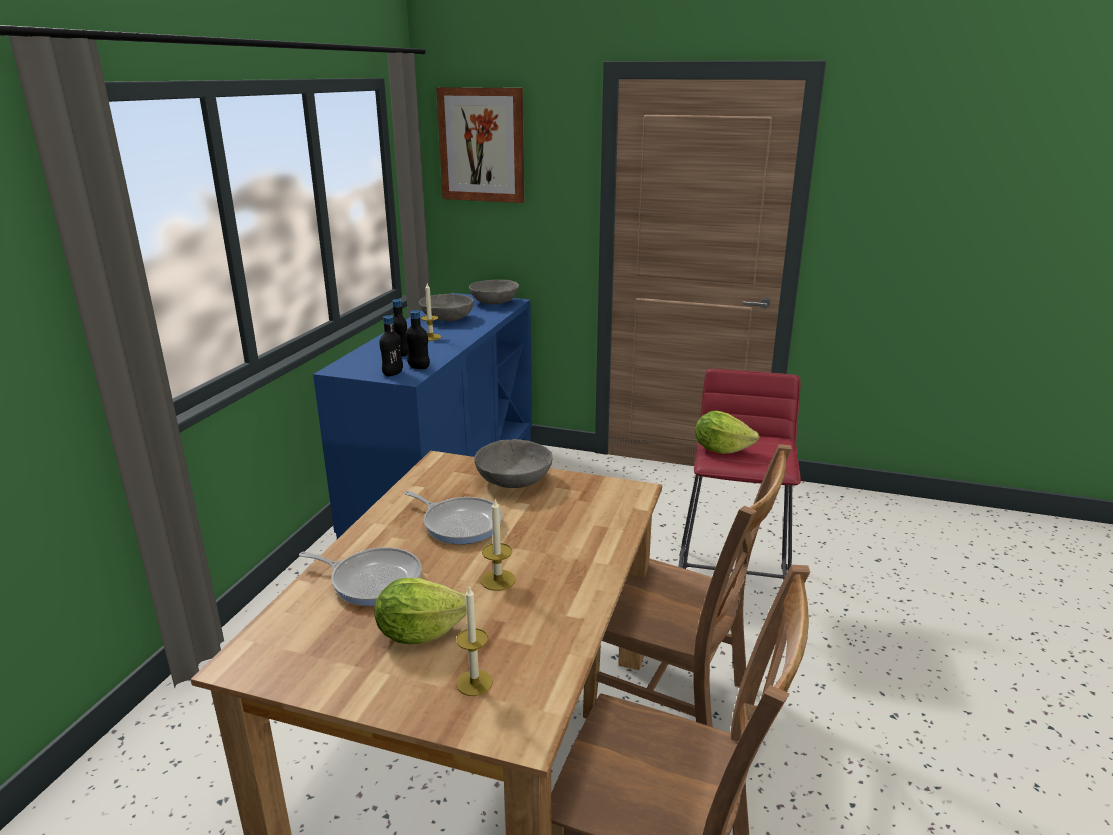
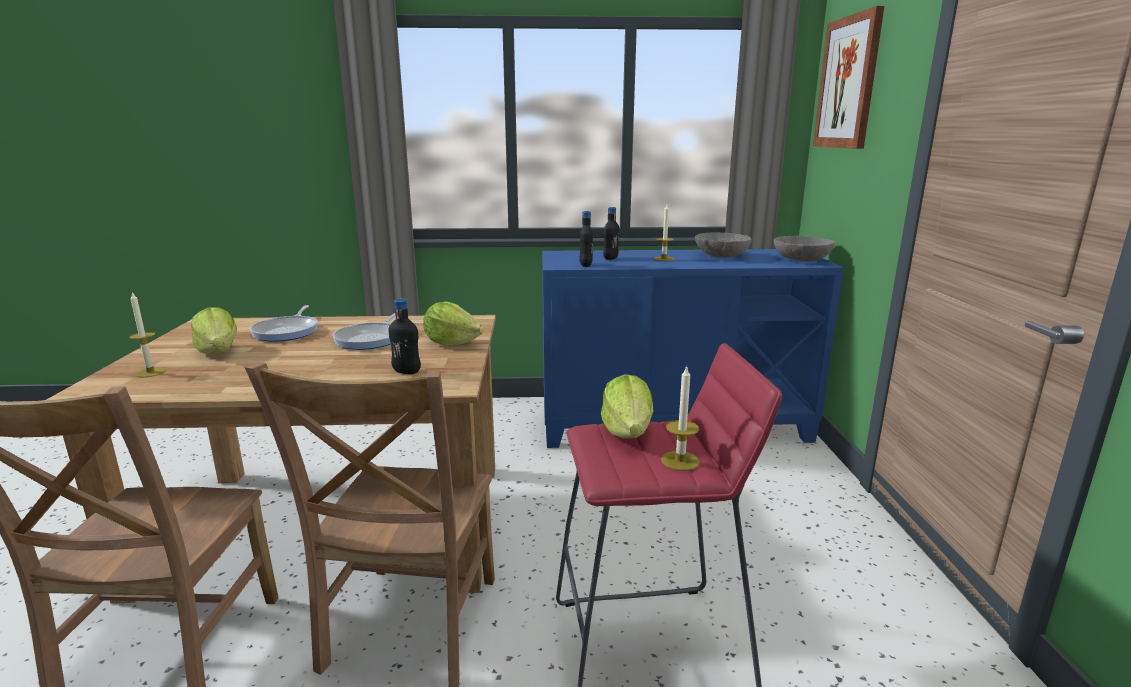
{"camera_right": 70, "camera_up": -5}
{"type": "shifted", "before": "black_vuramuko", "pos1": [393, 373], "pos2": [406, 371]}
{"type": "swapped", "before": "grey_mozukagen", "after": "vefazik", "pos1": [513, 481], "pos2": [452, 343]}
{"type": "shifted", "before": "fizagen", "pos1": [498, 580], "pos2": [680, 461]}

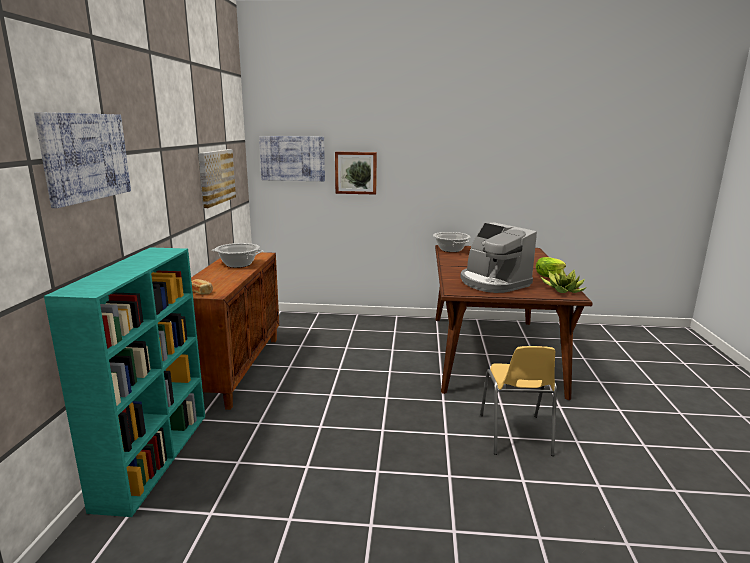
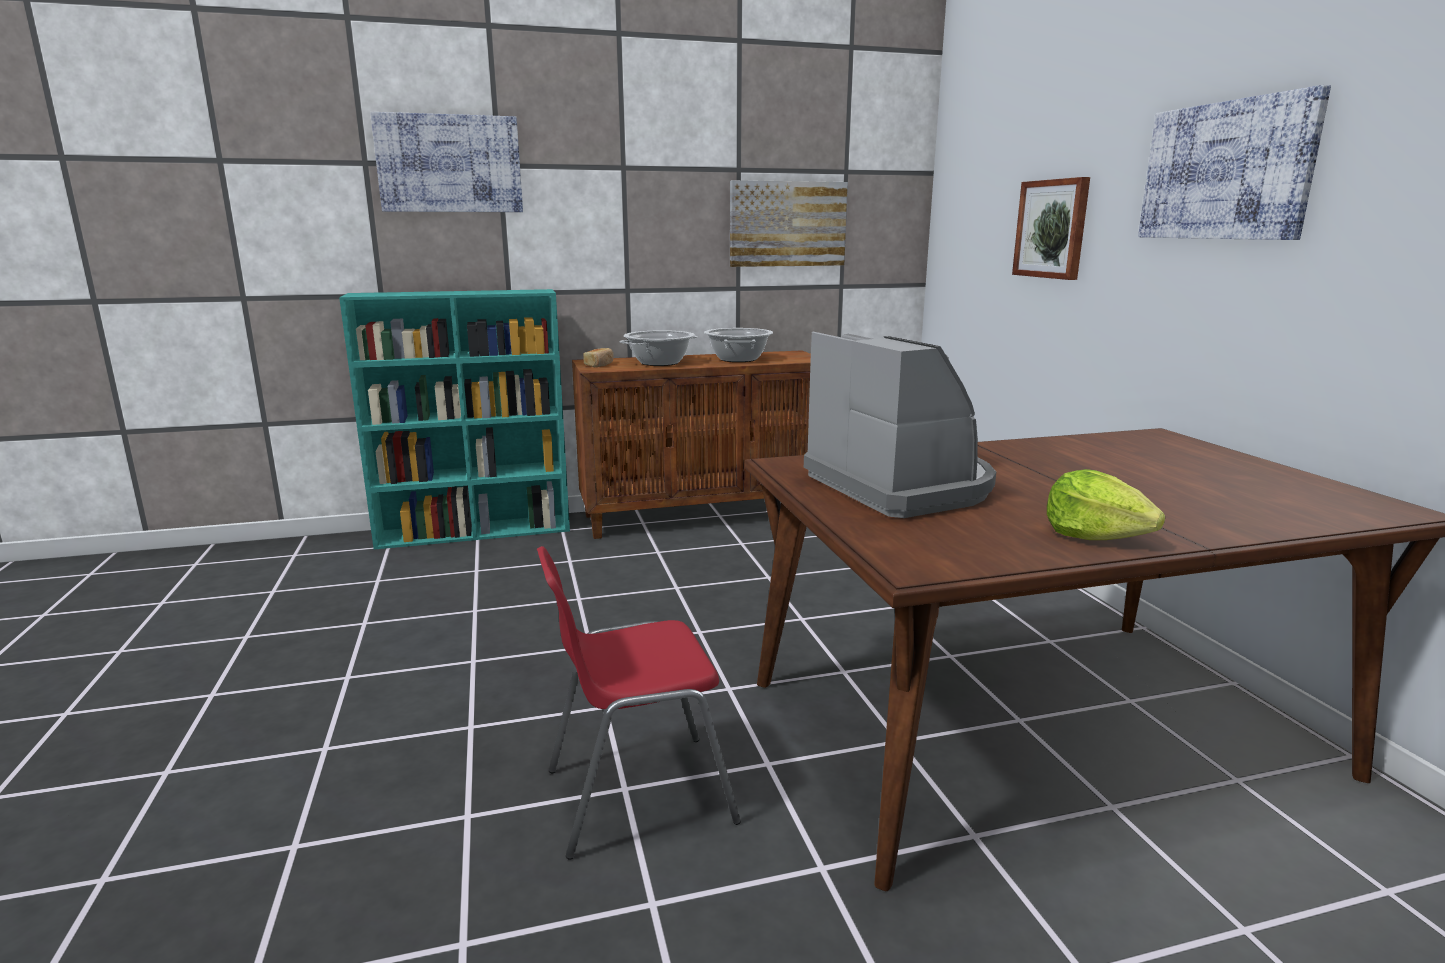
{"camera_right": 70, "camera_up": 0}
{"type": "shifted", "before": "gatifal", "pos1": [292, 158], "pos2": [1226, 171]}
{"type": "rotated", "before": "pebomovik", "pos1": [493, 283], "pos2": [901, 485], "turn": 120}
{"type": "shifted", "before": "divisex", "pos1": [451, 250], "pos2": [659, 363]}
{"type": "gone", "before": "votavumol", "pos1": [563, 290]}
{"type": "repainted", "before": "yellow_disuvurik", "after": "red_disuvurik", "pos1": [515, 435], "pos2": [637, 794]}

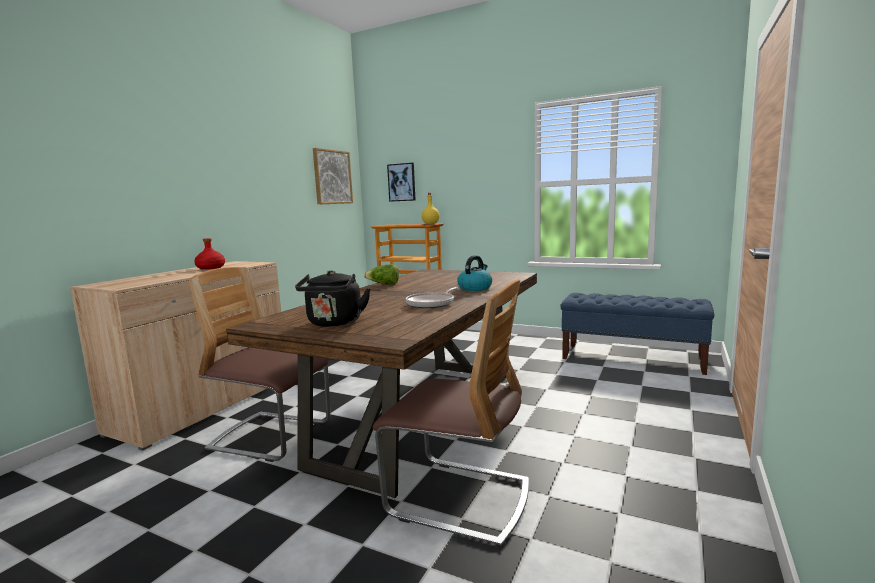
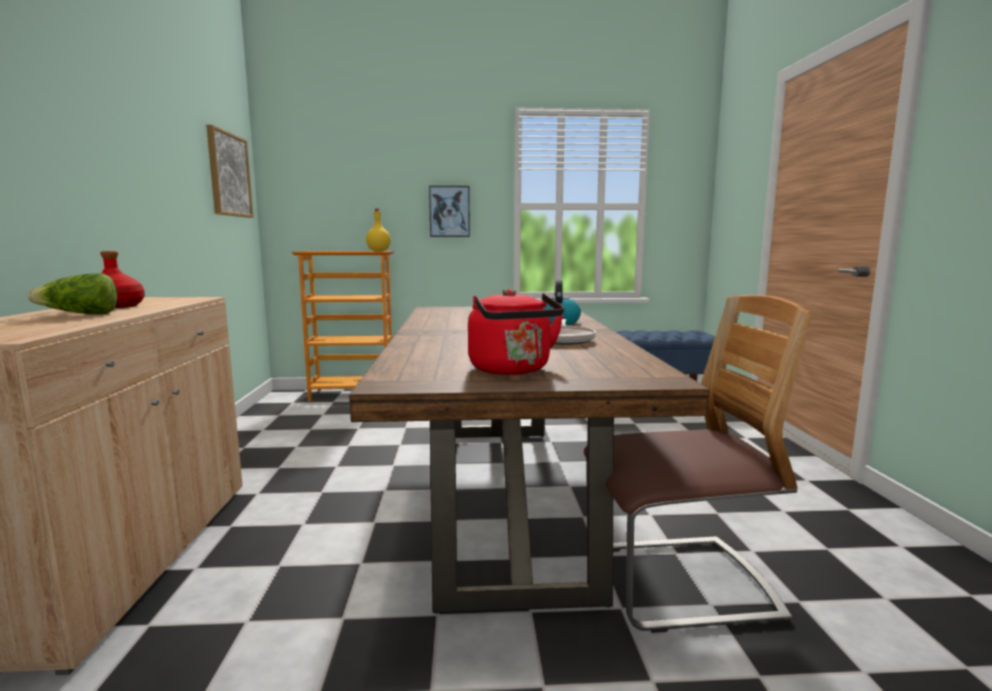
{"camera_right": -30, "camera_up": 0}
{"type": "shifted", "before": "gatifal", "pos1": [402, 182], "pos2": [449, 211]}
{"type": "shifted", "before": "vefazik", "pos1": [383, 284], "pos2": [81, 315]}
{"type": "gone", "before": "disuvurik", "pos1": [271, 436]}
{"type": "repainted", "before": "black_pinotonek", "after": "red_pinotonek", "pos1": [334, 323], "pos2": [512, 370]}

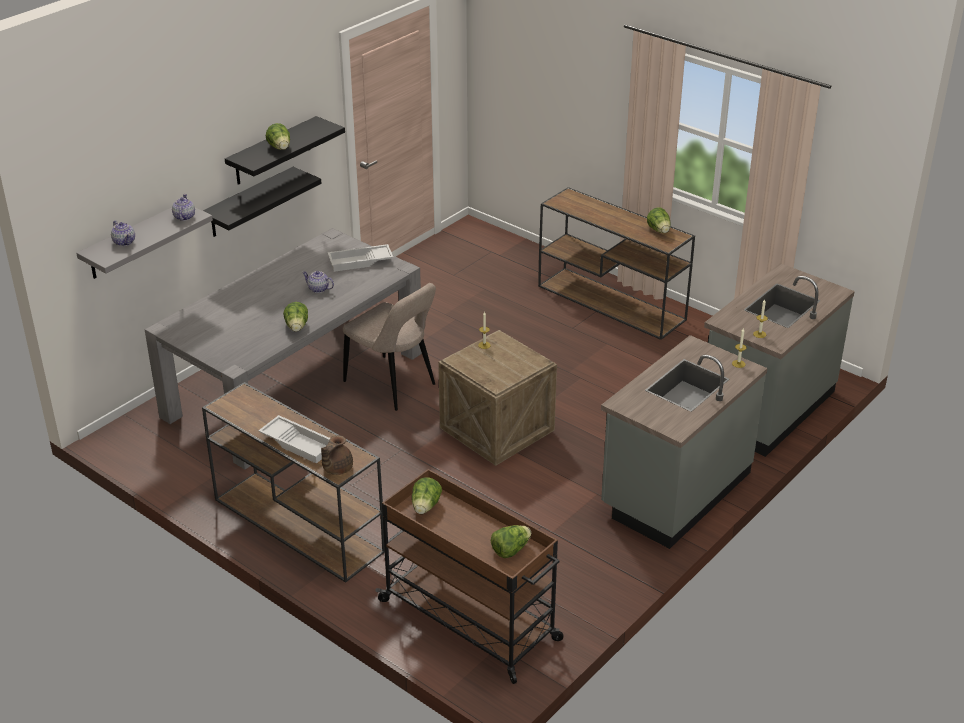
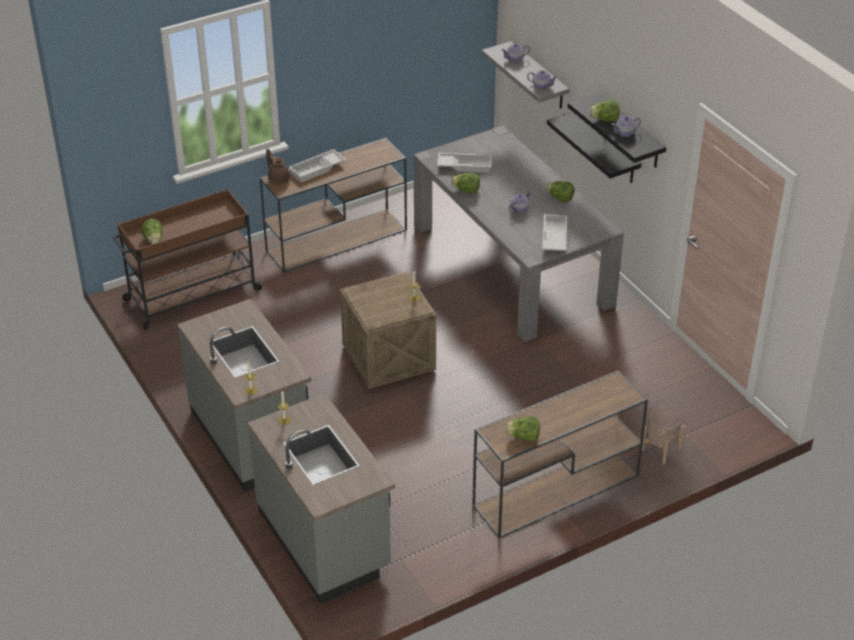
{"camera_right": 110, "camera_up": 5}
{"type": "gone", "before": "beige_disuvurik", "pos1": [393, 385]}
{"type": "shifted", "before": "vefazik", "pos1": [425, 507], "pos2": [560, 198]}
{"type": "new", "after": "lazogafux", "pos2": [625, 133]}
{"type": "new", "after": "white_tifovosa", "pos2": [465, 165]}
{"type": "new", "after": "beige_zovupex", "pos2": [661, 449]}

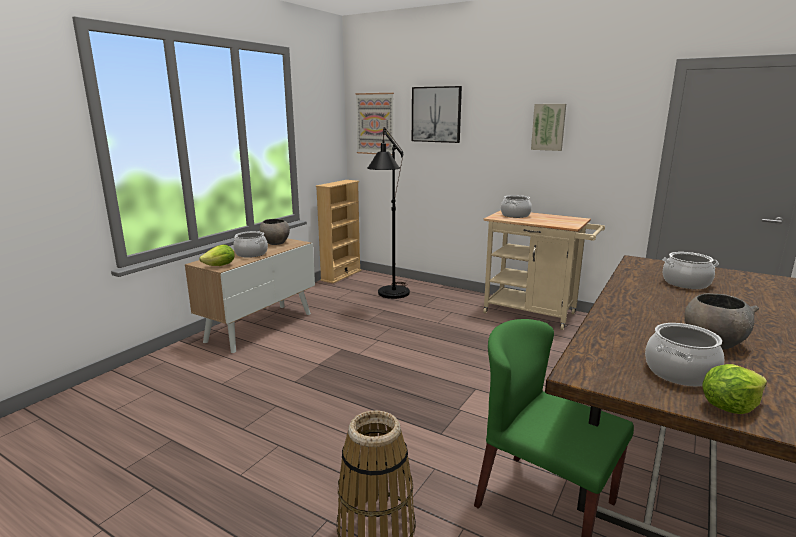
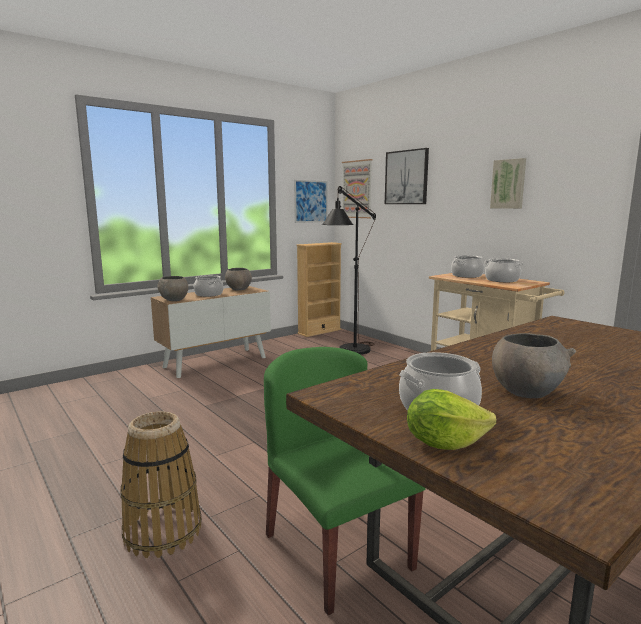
{"camera_right": 20, "camera_up": -5}
{"type": "swapped", "before": "vefazik", "after": "grey_mozukagen", "pos1": [220, 266], "pos2": [174, 300]}
{"type": "shifted", "before": "divisex", "pos1": [686, 283], "pos2": [502, 280]}
{"type": "new", "after": "gatifal", "pos2": [311, 201]}

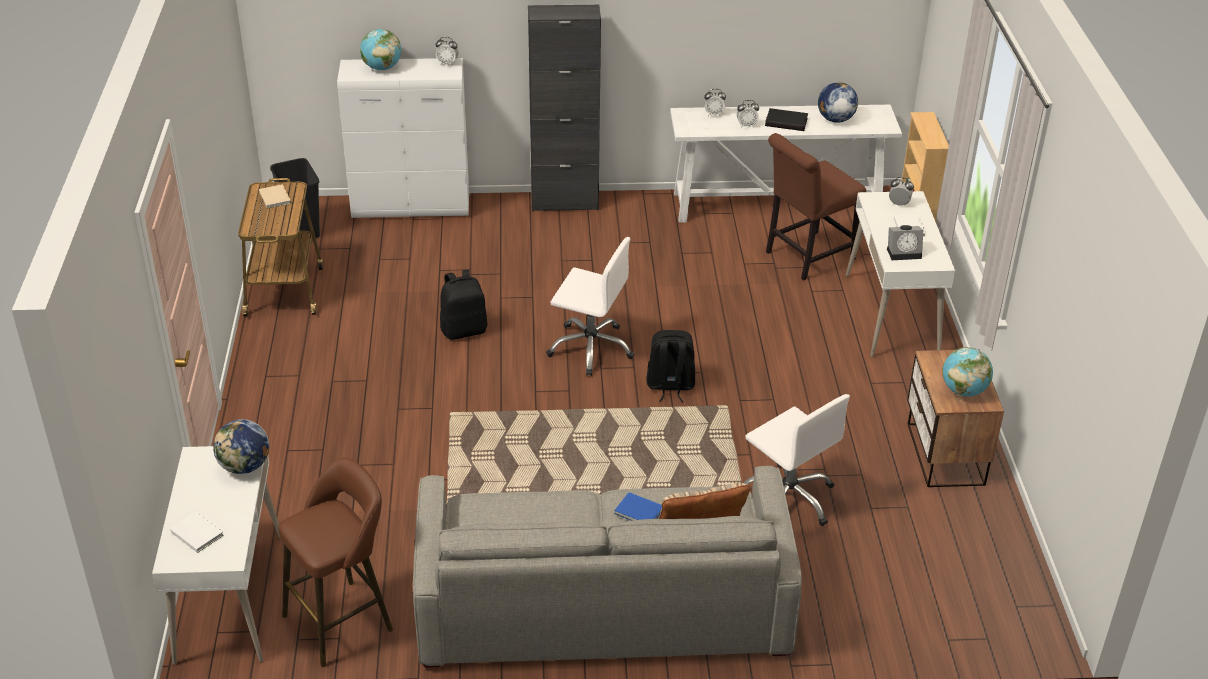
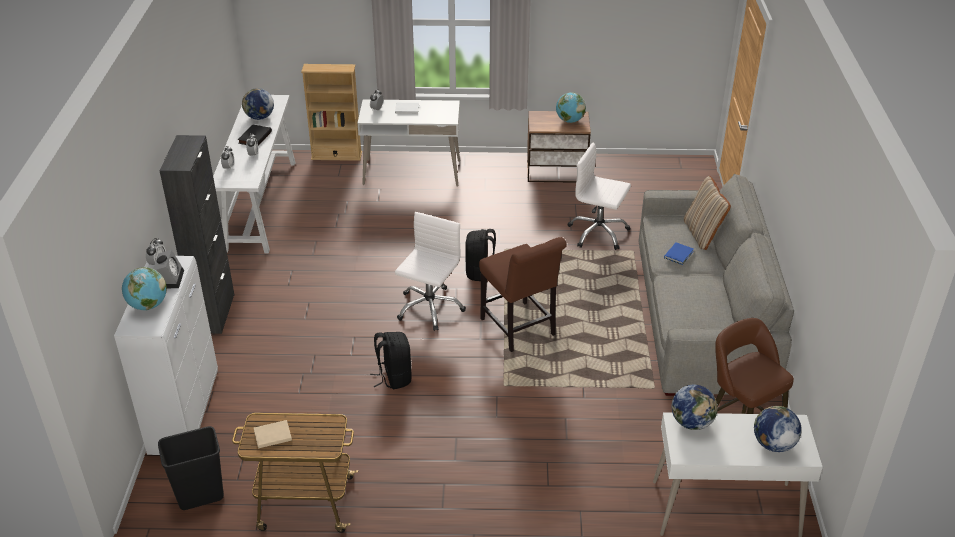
{"camera_right": -85, "camera_up": 0}
{"type": "shifted", "before": "brown_disuvurik", "pos1": [805, 257], "pos2": [519, 329]}
{"type": "shifted", "before": "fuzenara", "pos1": [904, 252], "pos2": [170, 278]}
{"type": "rotated", "before": "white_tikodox", "pos1": [788, 498], "pos2": [598, 233], "turn": -120}
{"type": "swapped", "before": "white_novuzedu", "after": "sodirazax", "pos1": [197, 533], "pos2": [773, 444]}

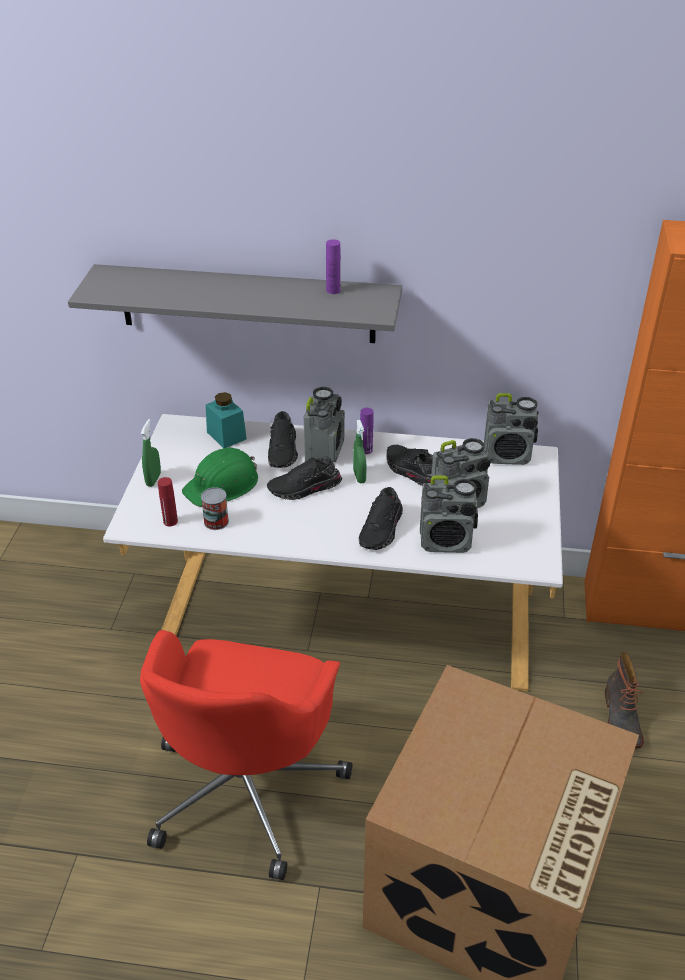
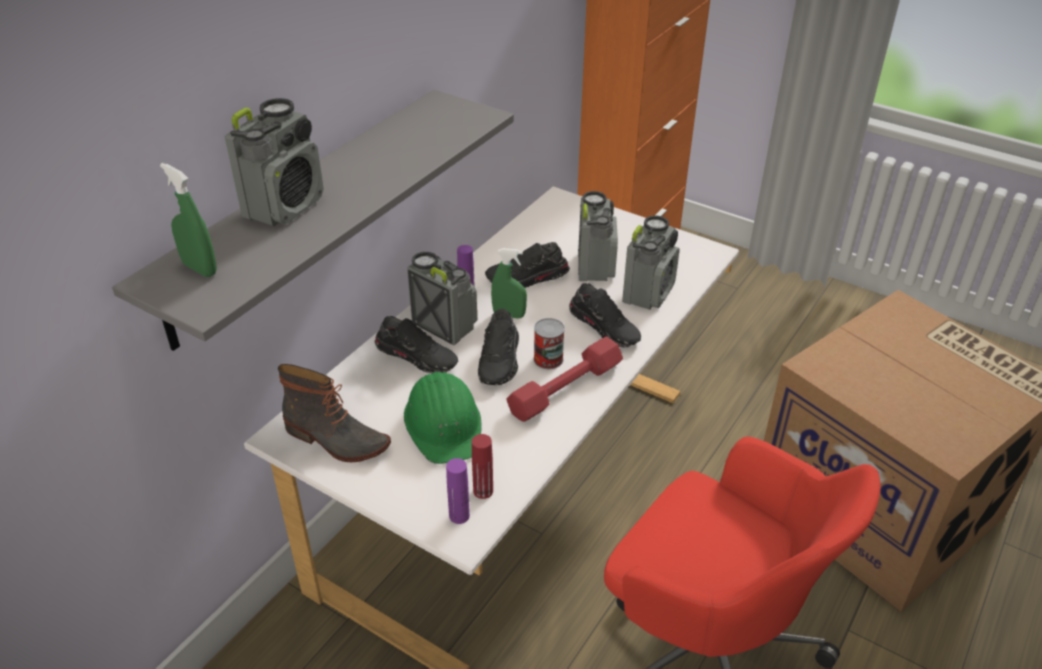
{"camera_right": -65, "camera_up": 0}
{"type": "shifted", "before": "purple_vuramuko", "pos1": [333, 290], "pos2": [459, 516]}
{"type": "gone", "before": "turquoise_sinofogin", "pos1": [226, 435]}
{"type": "shifted", "before": "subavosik", "pos1": [508, 456], "pos2": [285, 206]}
{"type": "shifted", "before": "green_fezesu", "pos1": [153, 479], "pos2": [200, 269]}
{"type": "shifted", "before": "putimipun", "pos1": [216, 521], "pos2": [548, 359]}
{"type": "shifted", "before": "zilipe", "pos1": [620, 718], "pos2": [336, 440]}
{"type": "new", "after": "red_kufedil", "pos2": [565, 389]}

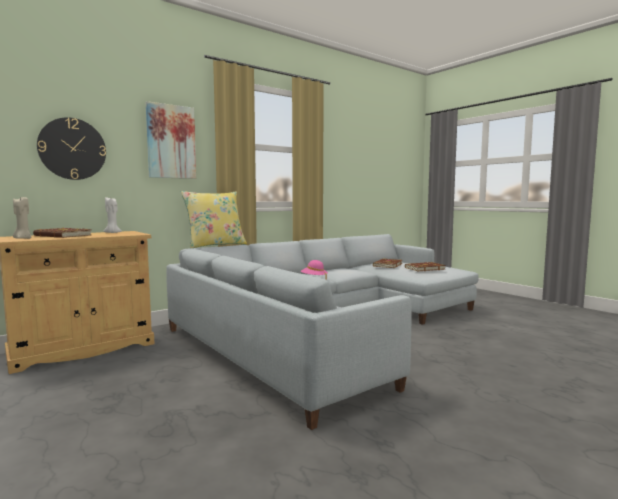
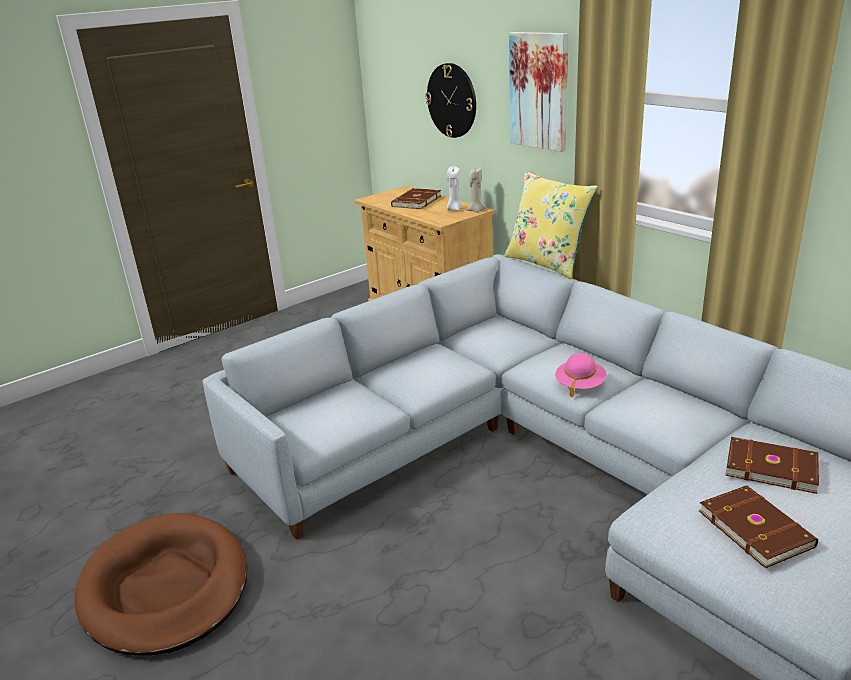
{"camera_right": 90, "camera_up": 20}
{"type": "shifted", "before": "beige_fizagen", "pos1": [23, 238], "pos2": [476, 210]}
{"type": "new", "after": "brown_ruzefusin", "pos2": [165, 588]}

